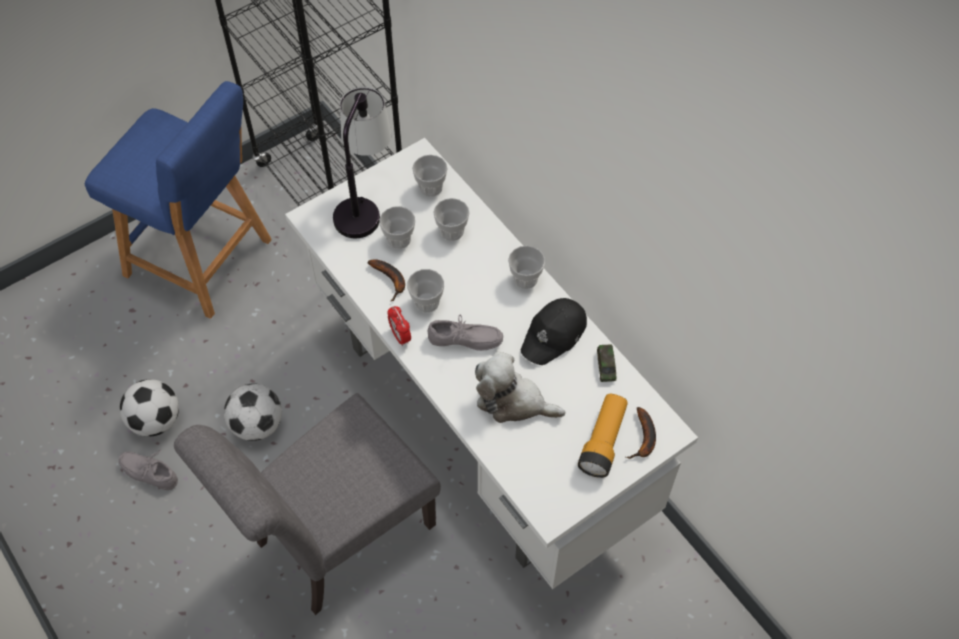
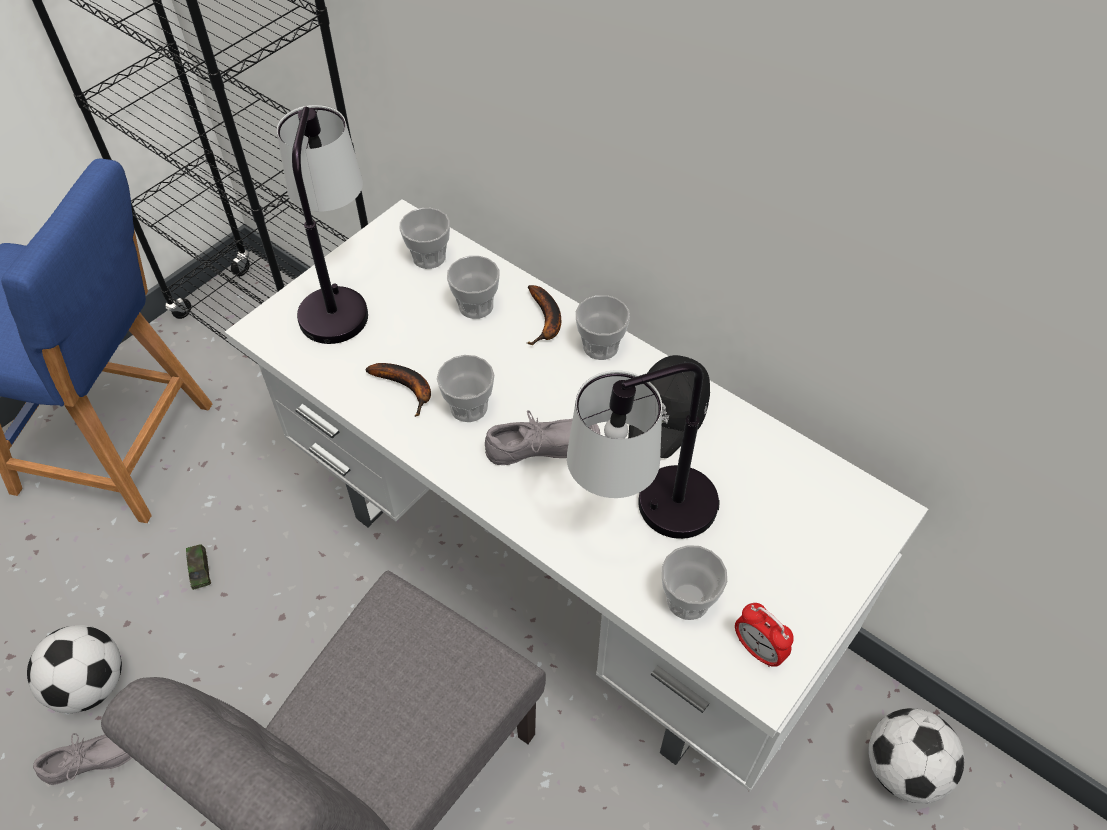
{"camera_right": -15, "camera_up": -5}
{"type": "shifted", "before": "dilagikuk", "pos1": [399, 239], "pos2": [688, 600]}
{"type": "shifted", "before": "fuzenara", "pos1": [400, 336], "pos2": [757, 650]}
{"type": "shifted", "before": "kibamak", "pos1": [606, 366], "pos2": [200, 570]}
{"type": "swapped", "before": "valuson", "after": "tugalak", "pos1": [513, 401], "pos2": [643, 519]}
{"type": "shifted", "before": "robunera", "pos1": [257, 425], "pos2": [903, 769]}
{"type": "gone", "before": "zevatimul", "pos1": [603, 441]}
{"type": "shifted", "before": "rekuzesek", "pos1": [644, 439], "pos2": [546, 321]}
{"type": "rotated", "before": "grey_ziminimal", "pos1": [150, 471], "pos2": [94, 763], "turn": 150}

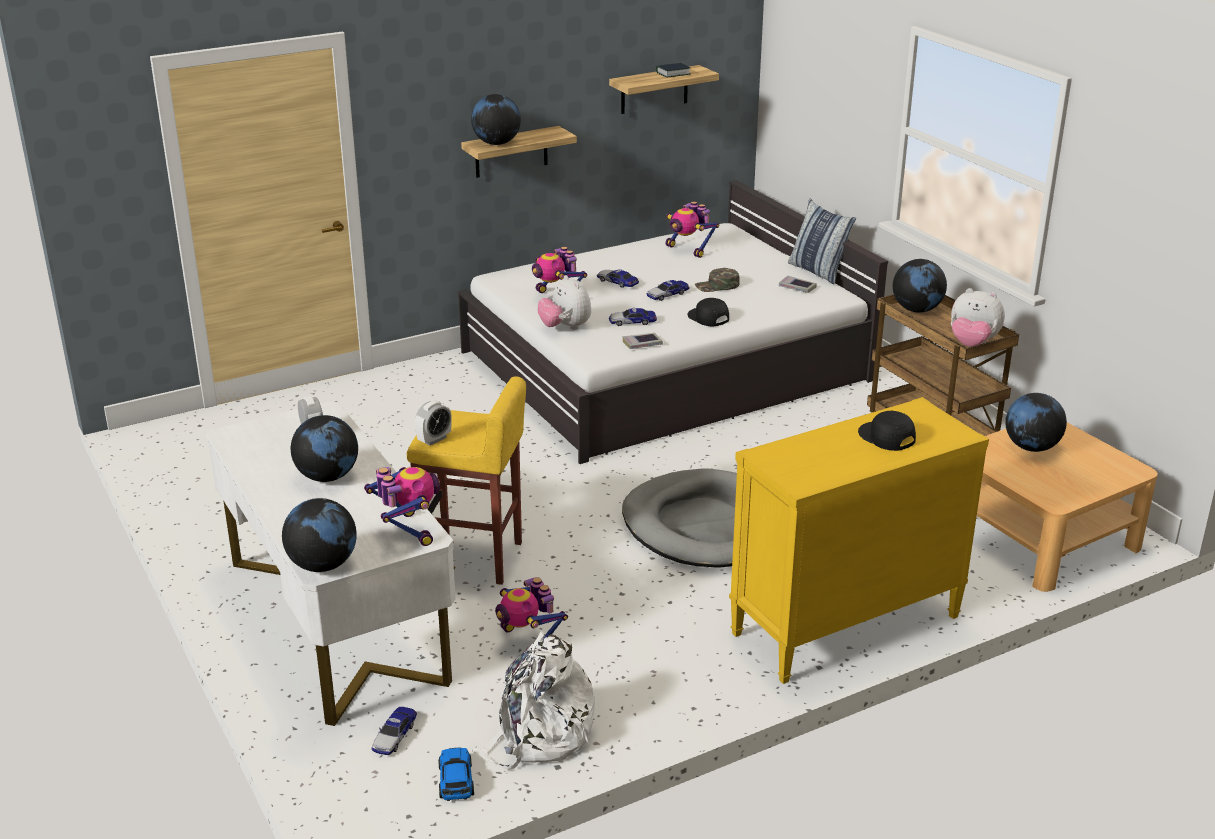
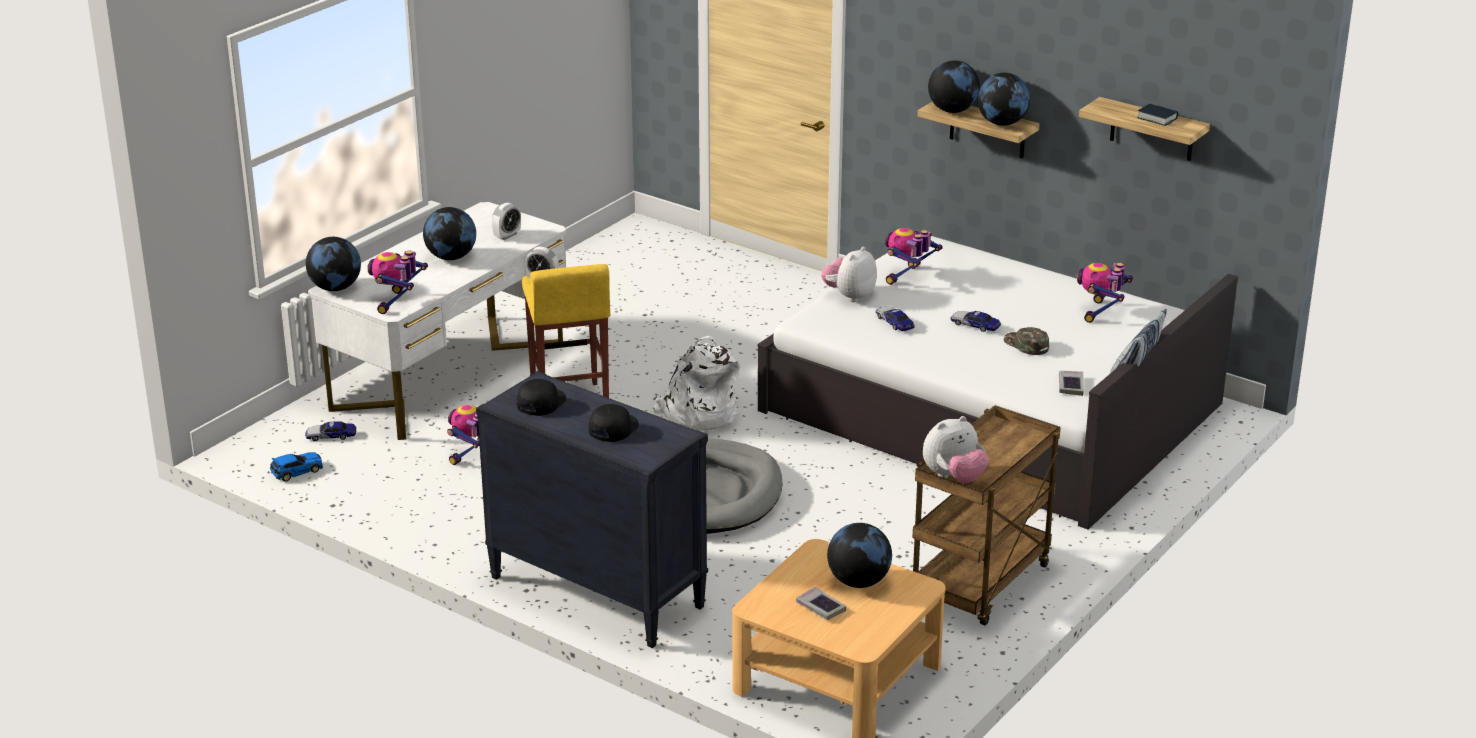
{"camera_right": 65, "camera_up": 0}
{"type": "shifted", "before": "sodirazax", "pos1": [917, 310], "pos2": [1002, 123]}
{"type": "gone", "before": "kibamak", "pos1": [617, 282]}
{"type": "rotated", "before": "valuson", "pos1": [972, 344], "pos2": [954, 478], "turn": -120}
{"type": "shifted", "before": "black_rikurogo", "pos1": [708, 317], "pos2": [540, 402]}
{"type": "shifted", "before": "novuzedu", "pos1": [642, 344], "pos2": [820, 607]}
{"type": "repainted", "before": "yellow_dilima", "after": "black_dilima", "pos1": [845, 626], "pos2": [595, 592]}
{"type": "rotated", "before": "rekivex", "pos1": [407, 530], "pos2": [398, 303], "turn": 150}
{"type": "shifted", "before": "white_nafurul", "pos1": [539, 735], "pos2": [698, 414]}

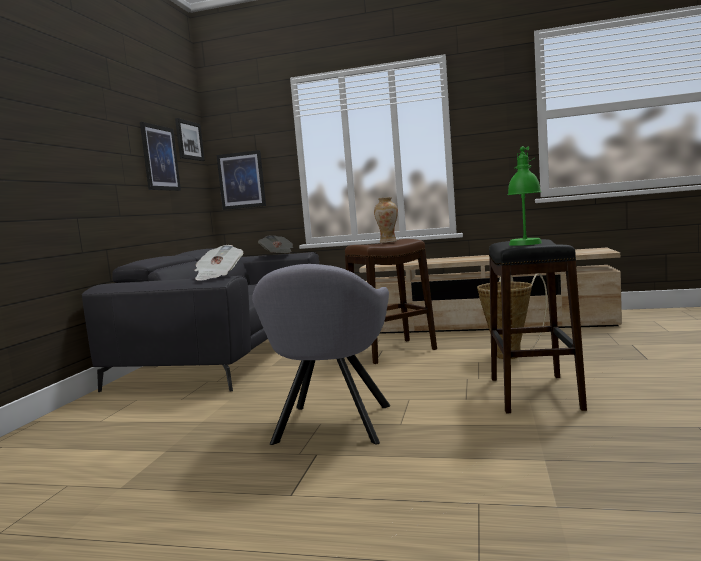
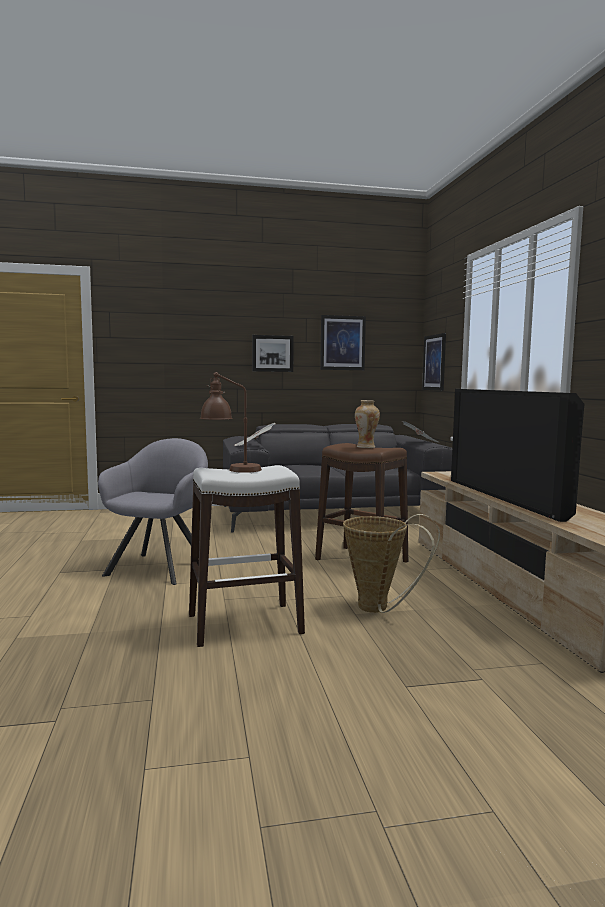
{"camera_right": 65, "camera_up": 0}
{"type": "shifted", "before": "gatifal", "pos1": [189, 140], "pos2": [272, 353]}
{"type": "repainted", "before": "green_tugalak", "after": "brown_tugalak", "pos1": [526, 245], "pos2": [230, 470]}
{"type": "repainted", "before": "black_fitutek", "after": "white_fitutek", "pos1": [534, 393], "pos2": [245, 624]}
{"type": "rotated", "before": "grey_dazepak", "pos1": [331, 427], "pos2": [161, 566], "turn": 120}
{"type": "new", "after": "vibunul", "pos2": [507, 497]}

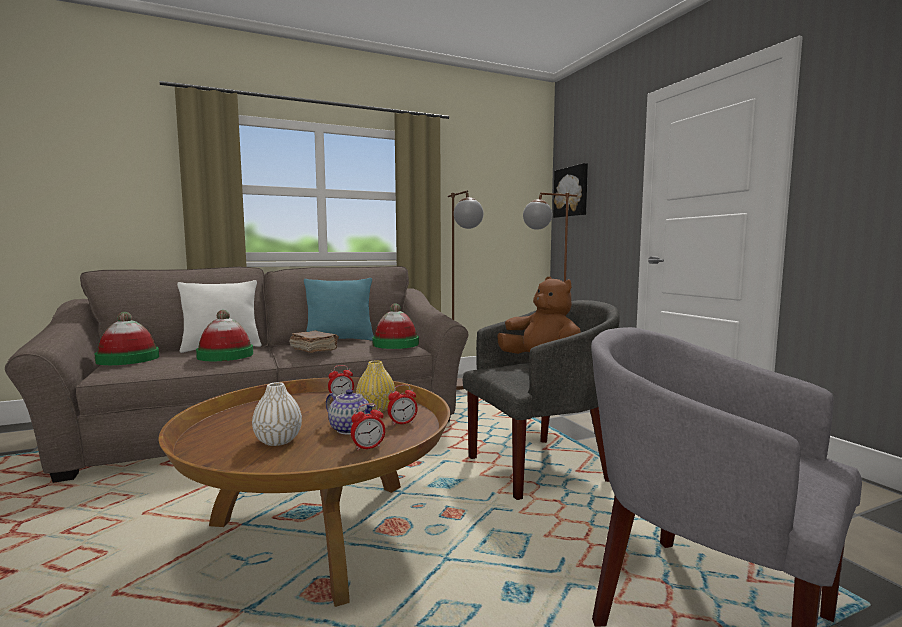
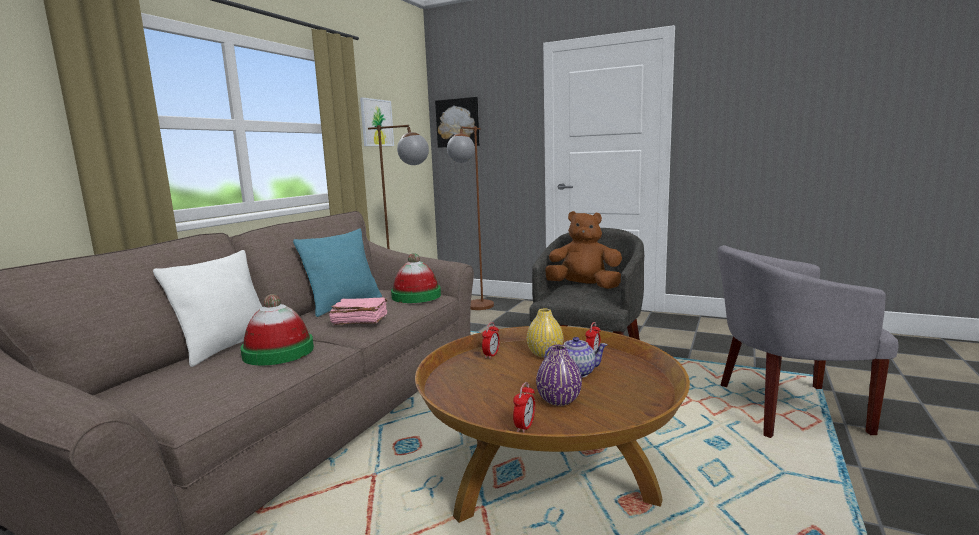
{"camera_right": -40, "camera_up": 5}
{"type": "gone", "before": "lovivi", "pos1": [128, 359]}
{"type": "repainted", "before": "brown_novuzedu", "after": "pink_novuzedu", "pos1": [314, 350], "pos2": [359, 320]}
{"type": "repainted", "before": "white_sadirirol", "after": "purple_sadirirol", "pos1": [278, 441], "pos2": [559, 400]}
{"type": "shifted", "before": "fuzenara", "pos1": [368, 447], "pos2": [524, 427]}
{"type": "new", "after": "gatifal", "pos2": [376, 123]}

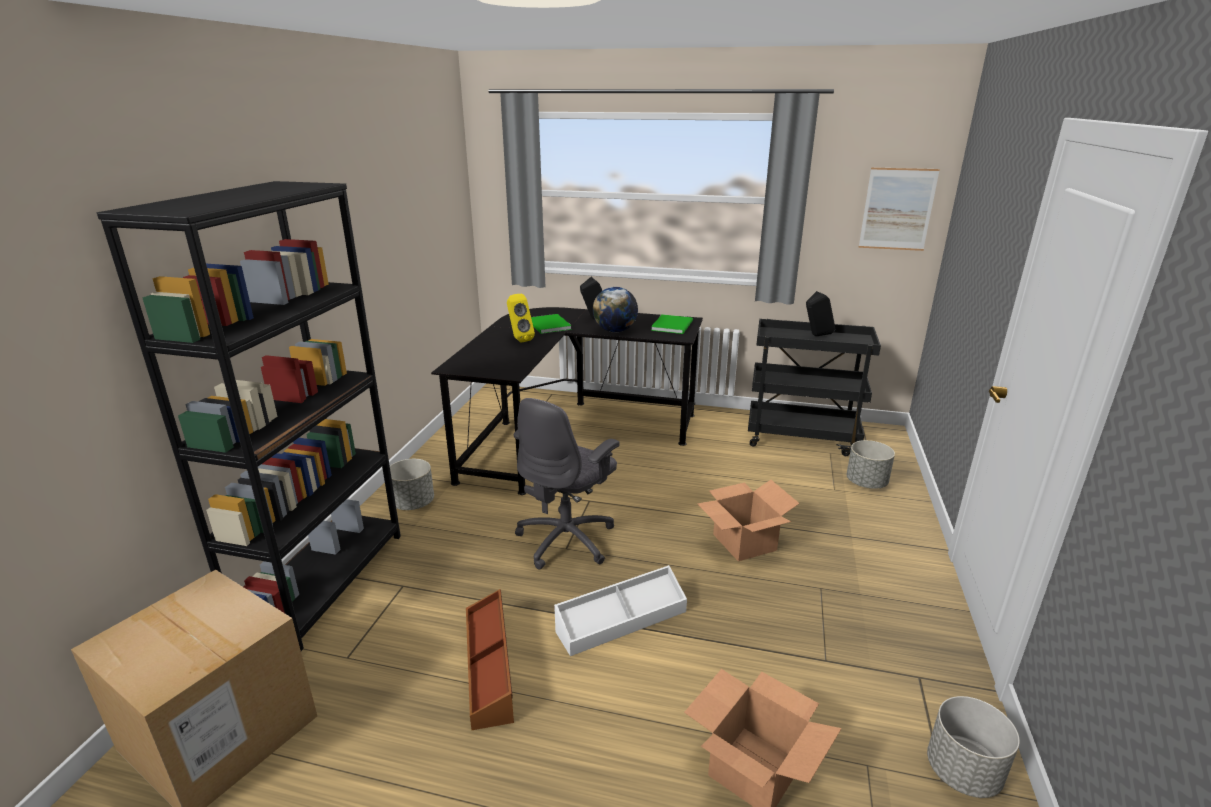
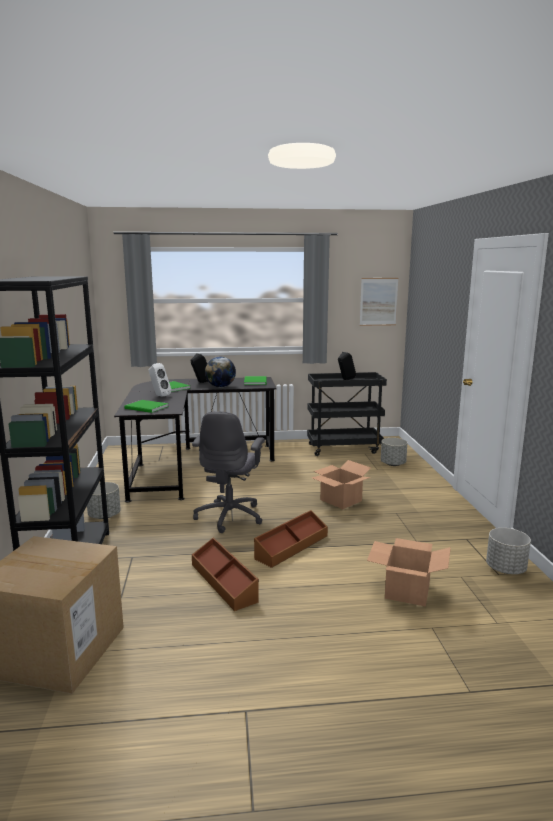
{"camera_right": -20, "camera_up": -10}
{"type": "repainted", "before": "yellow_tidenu", "after": "white_tidenu", "pos1": [519, 339], "pos2": [159, 395]}
{"type": "repainted", "before": "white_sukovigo", "after": "brown_sukovigo", "pos1": [621, 620], "pos2": [291, 546]}
{"type": "new", "after": "green_novuzedu", "pos2": [146, 408]}

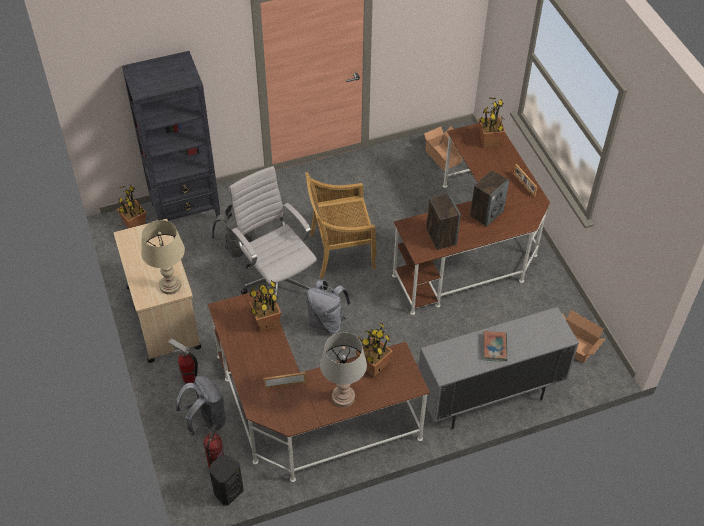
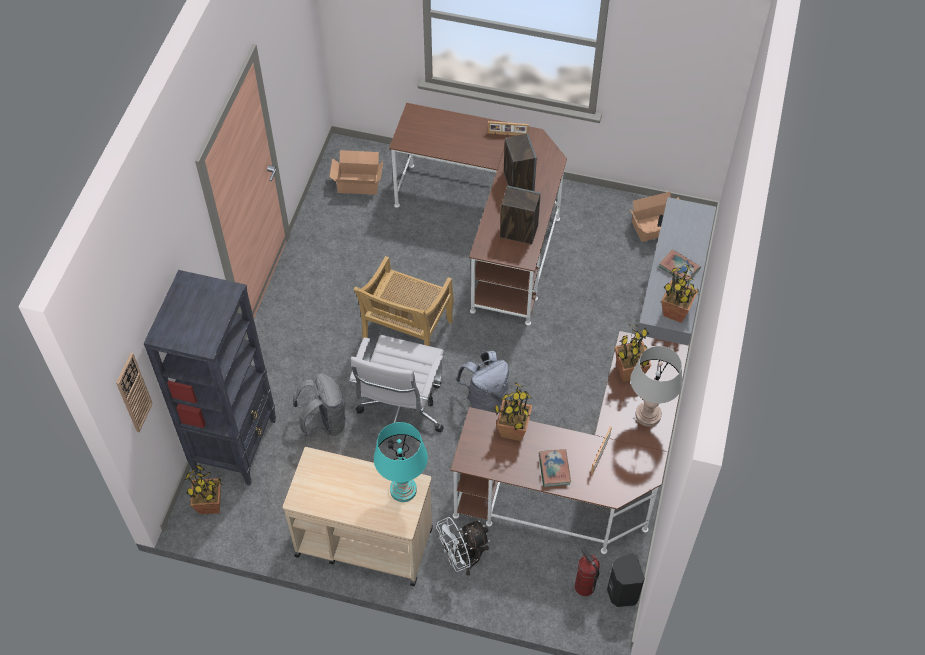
{"camera_right": -55, "camera_up": 5}
{"type": "shifted", "before": "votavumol", "pos1": [489, 142], "pos2": [676, 312]}
{"type": "rotated", "before": "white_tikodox", "pos1": [276, 282], "pos2": [401, 414], "turn": -75}
{"type": "repainted", "before": "beige_tugalak", "after": "turquoise_tugalak", "pos1": [170, 286], "pos2": [403, 490]}
{"type": "swapped", "before": "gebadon", "after": "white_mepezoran", "pos1": [189, 379], "pos2": [463, 558]}
{"type": "gone", "before": "grey_nafurul", "pos1": [206, 420]}
{"type": "new", "after": "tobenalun", "pos2": [133, 393]}
{"type": "new", "after": "novuzedu", "pos2": [554, 469]}

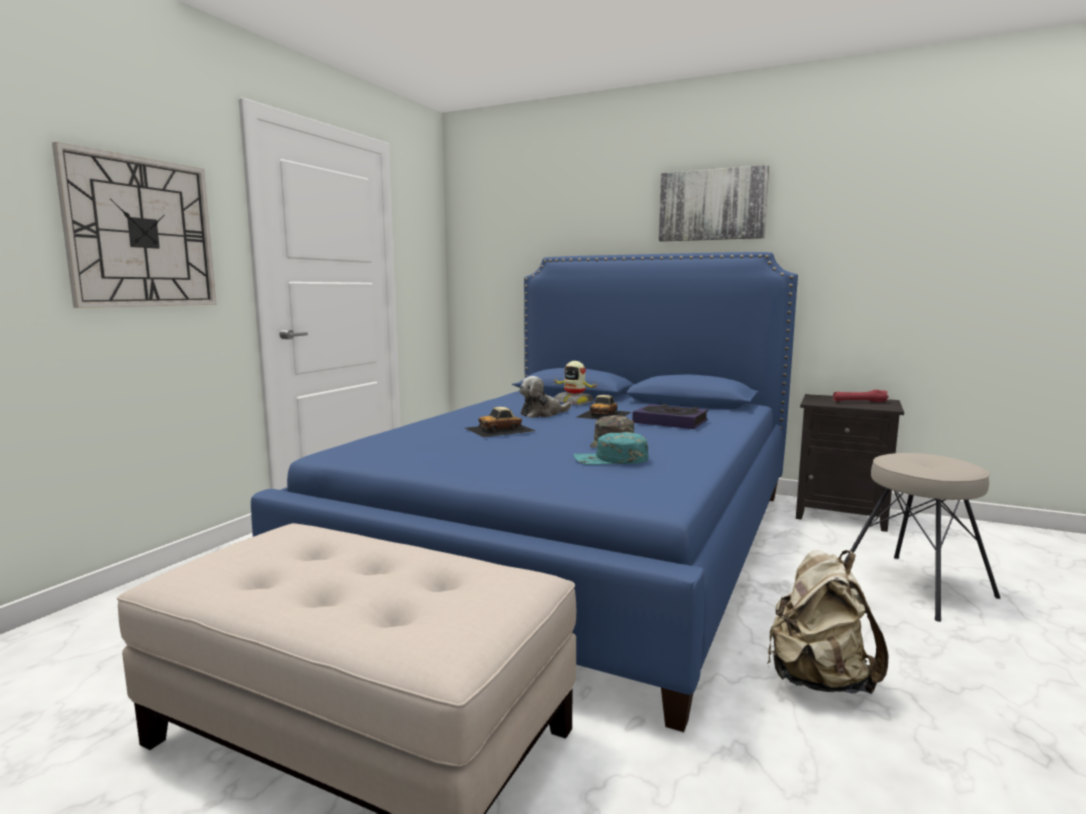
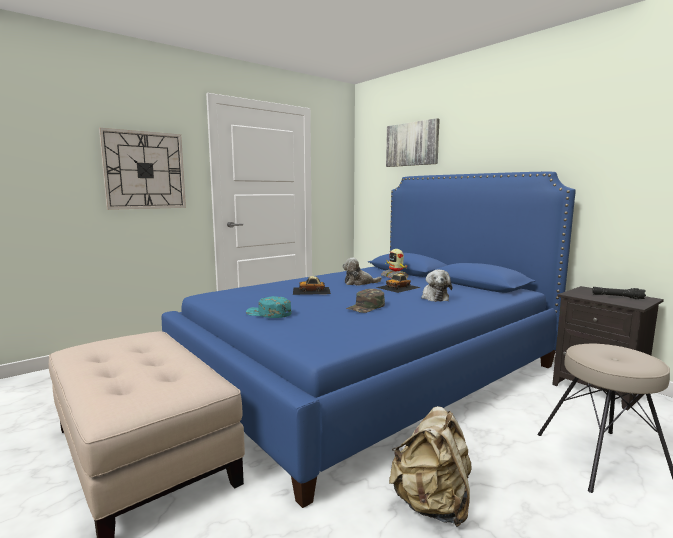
{"camera_right": 25, "camera_up": 0}
{"type": "shifted", "before": "gatifal", "pos1": [712, 205], "pos2": [412, 144]}
{"type": "repainted", "before": "red_zevatimul", "after": "black_zevatimul", "pos1": [859, 402], "pos2": [617, 297]}
{"type": "swapped", "before": "novuzedu", "after": "valuson", "pos1": [670, 422], "pos2": [434, 297]}
{"type": "shifted", "before": "turquoise_rikurogo", "pos1": [611, 459], "pos2": [268, 313]}

